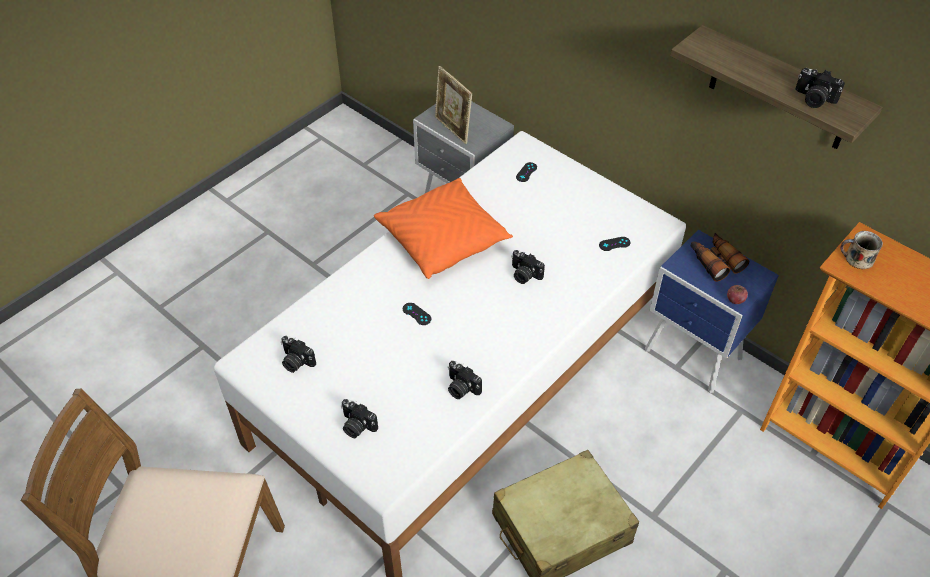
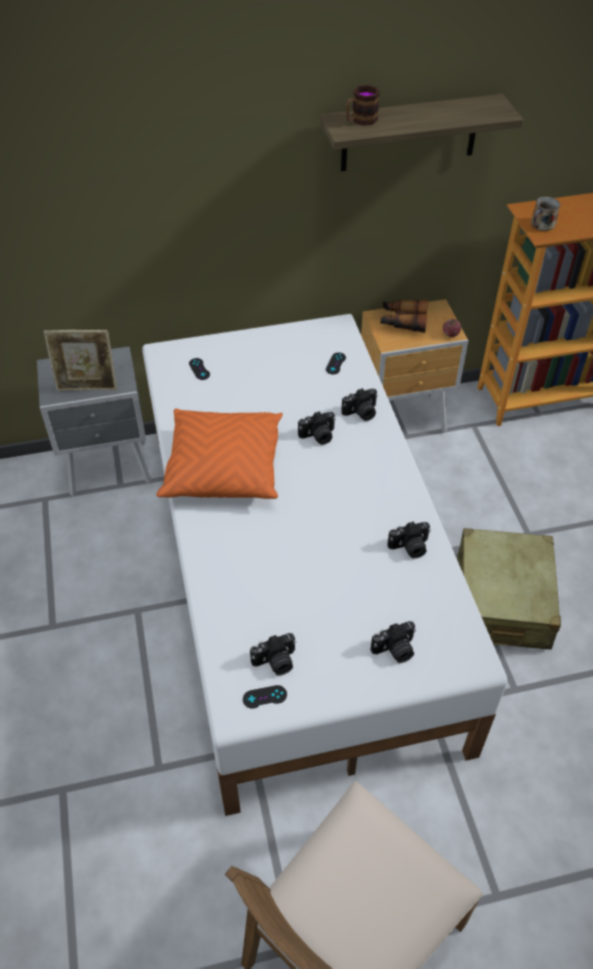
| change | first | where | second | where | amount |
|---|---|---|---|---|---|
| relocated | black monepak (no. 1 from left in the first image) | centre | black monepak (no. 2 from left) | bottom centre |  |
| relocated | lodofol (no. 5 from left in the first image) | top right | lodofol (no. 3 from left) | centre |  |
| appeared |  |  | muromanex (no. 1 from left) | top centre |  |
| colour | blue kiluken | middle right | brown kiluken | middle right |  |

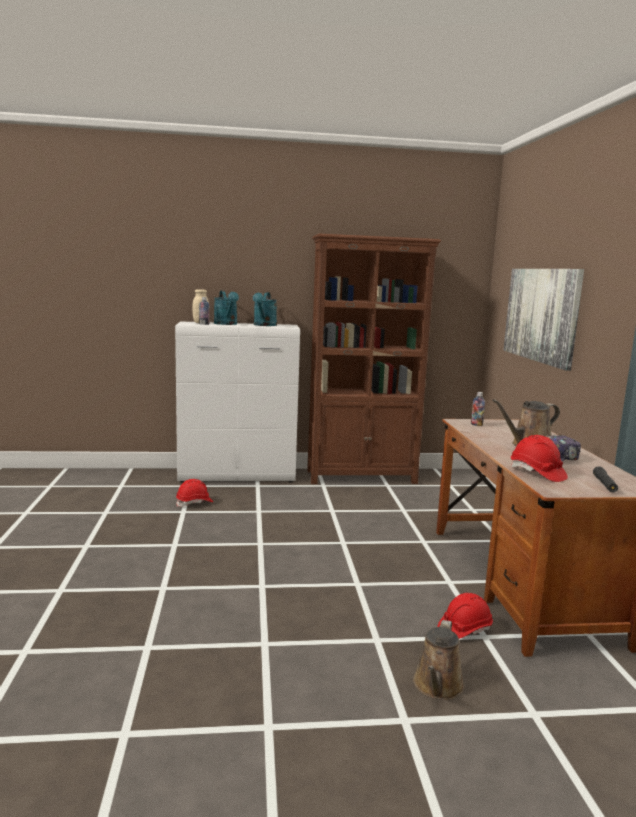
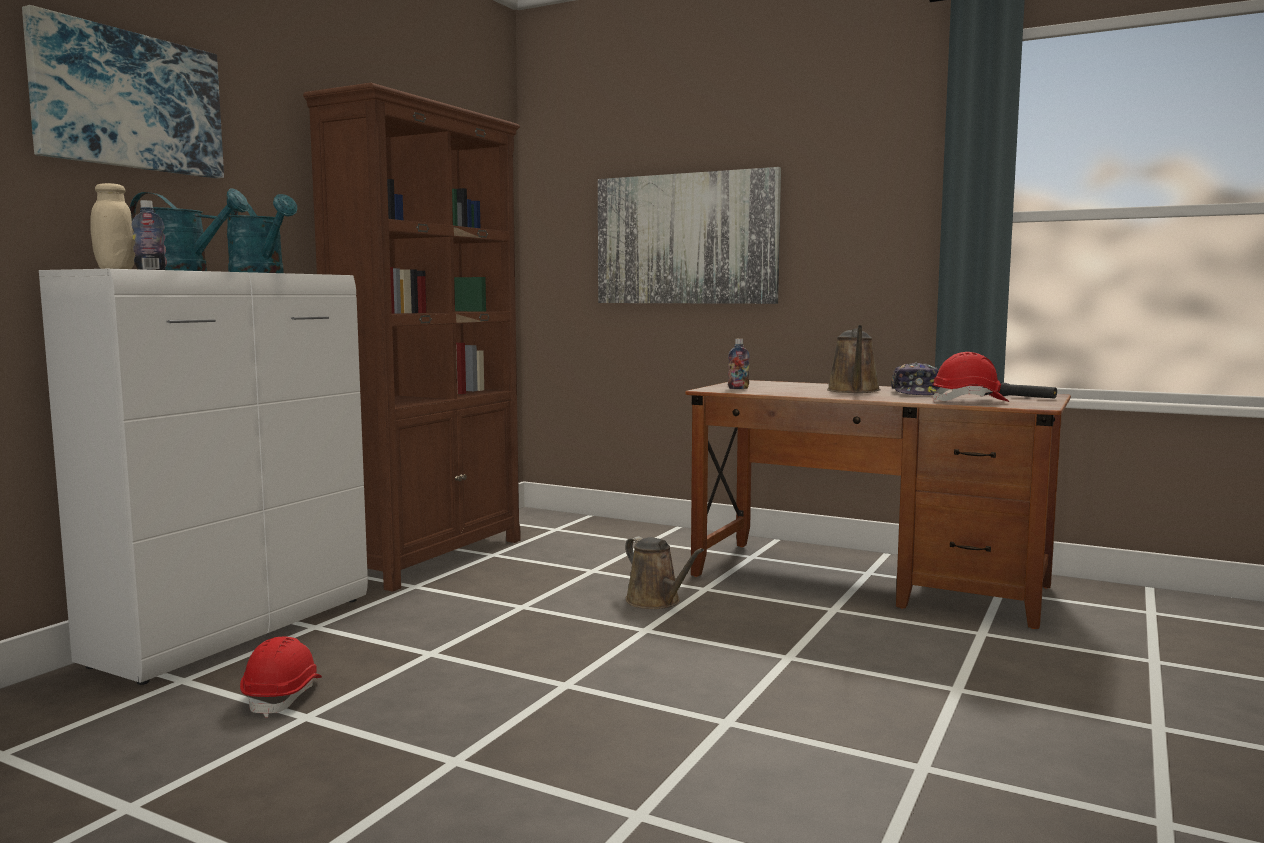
| change | first | where | second | where | amount |
|---|---|---|---|---|---|
| appeared |  |  | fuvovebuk (no. 1 from left) | top left |  |
| relocated | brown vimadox (no. 1 from left) | bottom right |  | bottom centre |  |
| missing | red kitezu (no. 2 from left) | bottom right |  |  |  |

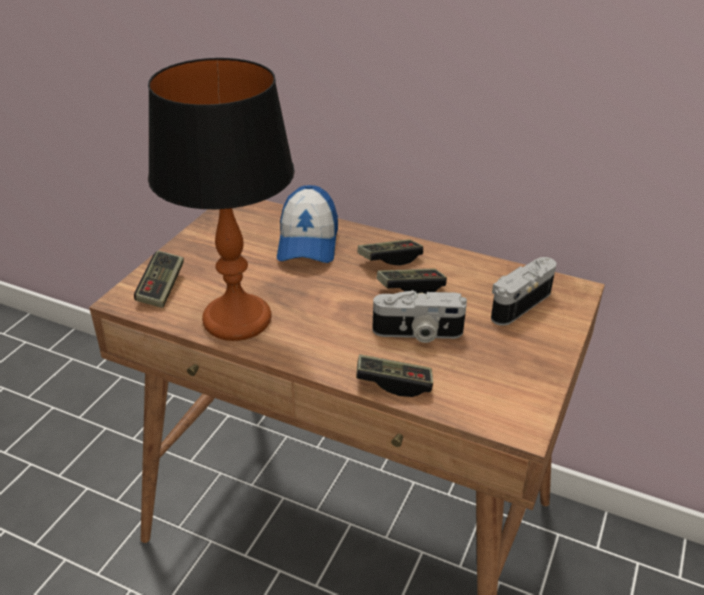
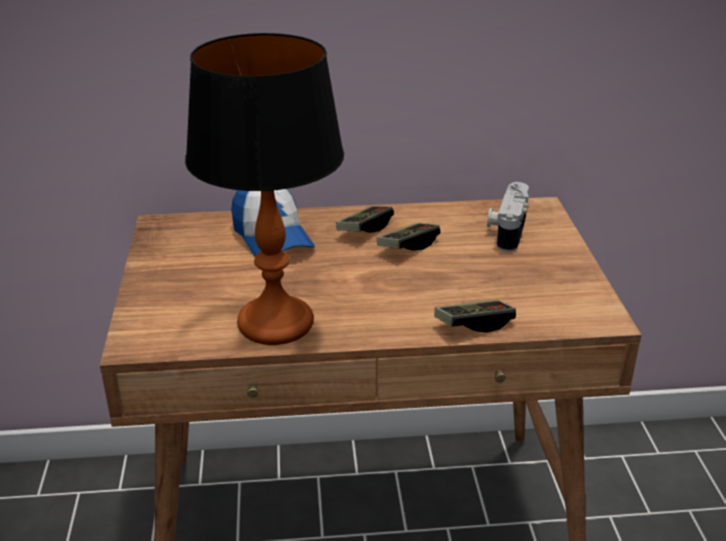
| change | first | where | second | where | amount |
|---|---|---|---|---|---|
| missing | monepak (no. 1 from left) | middle left |  |  |  |
| missing | lodofol (no. 1 from left) | centre |  |  |  |

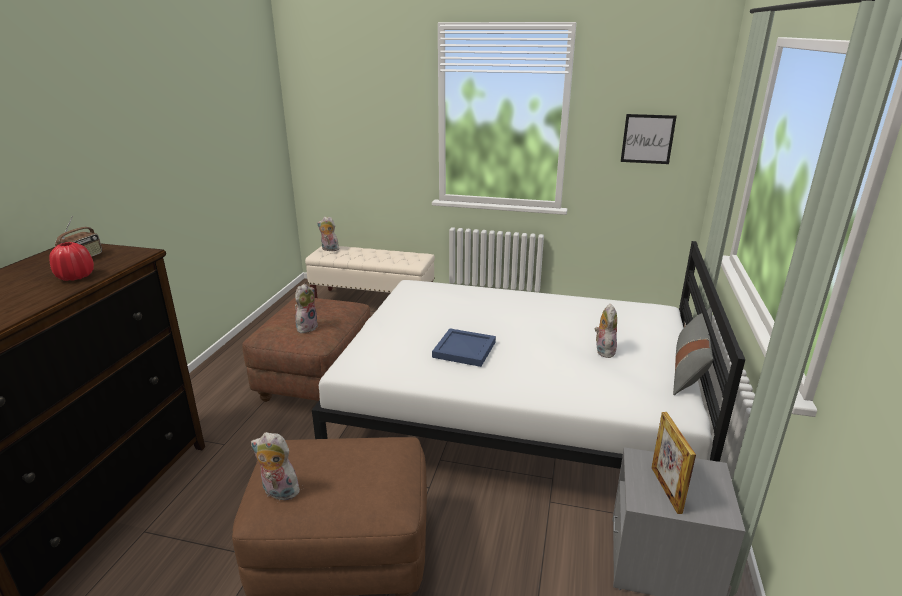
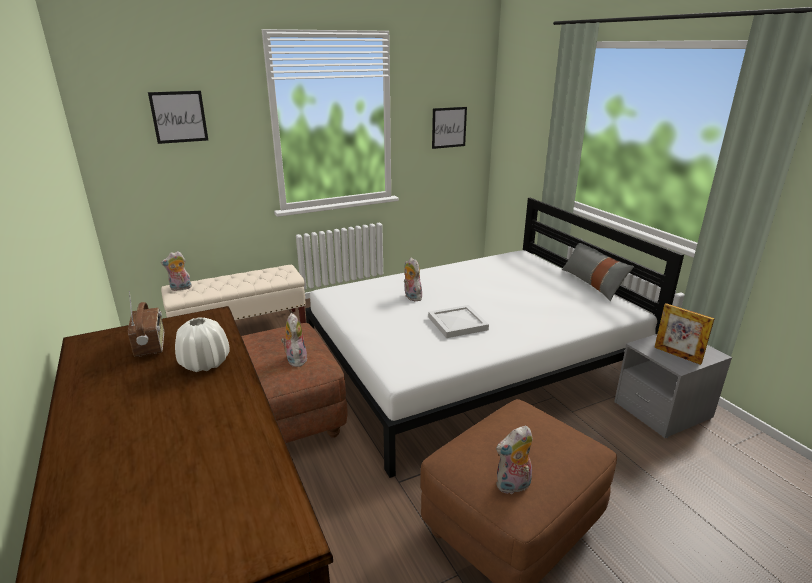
| change | first | where | second | where | amount |
|---|---|---|---|---|---|
| appeared |  |  | fuvovebuk (no. 1 from left) | top left |  |
| colour | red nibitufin | middle left | white nibitufin | middle left |  |
| relocated | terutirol (no. 4 from left in the first image) | middle right | terutirol (no. 3 from left) | centre |  |
| colour | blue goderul | centre | white goderul | centre |  |

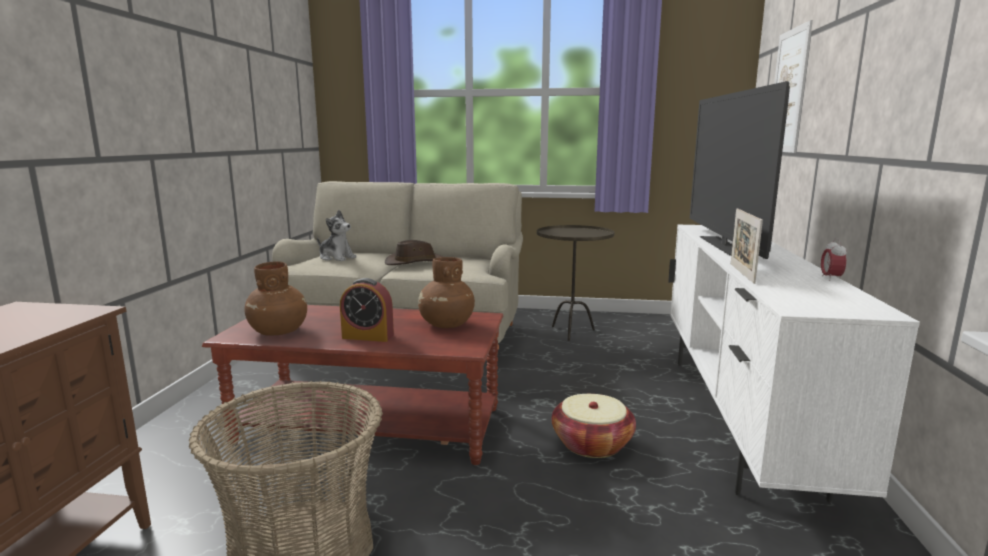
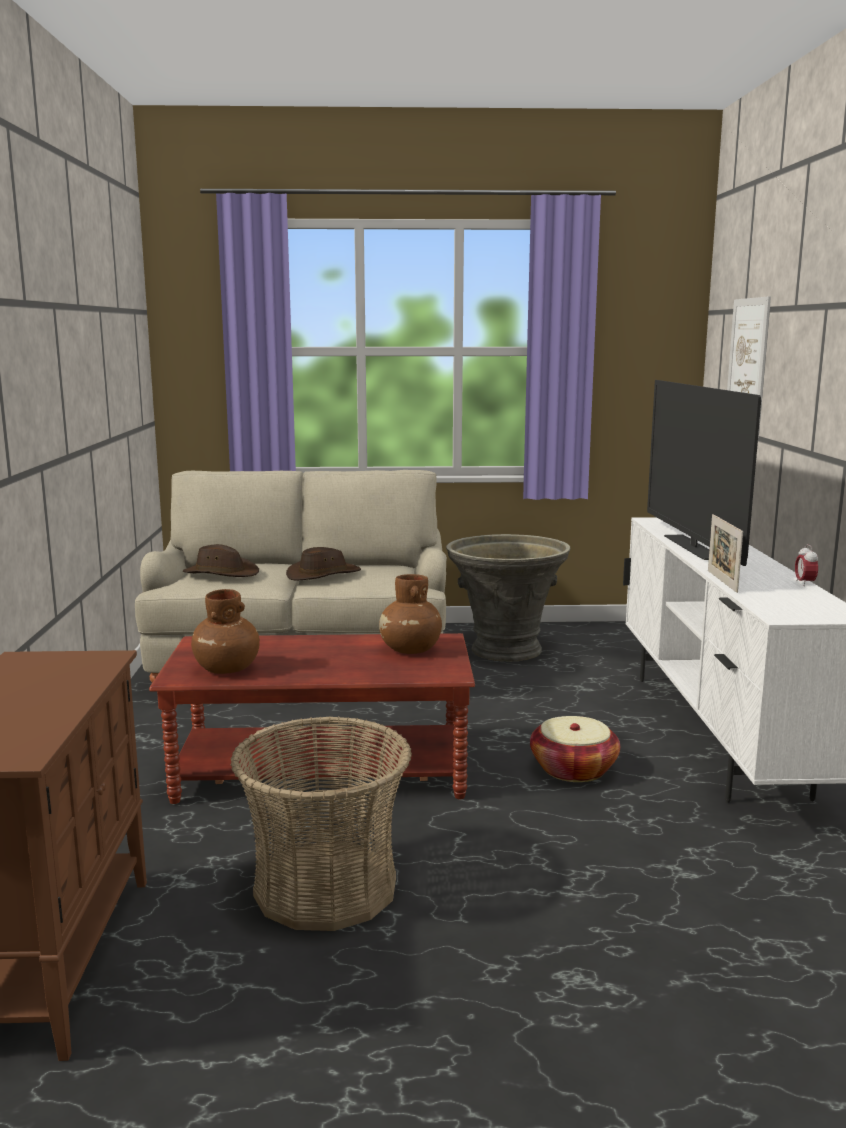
| change | first | where | second | where | amount |
|---|---|---|---|---|---|
| exchanged | terutirol | centre | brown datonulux (no. 1 from left) | middle left |  |
| exchanged | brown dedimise | centre | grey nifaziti | centre |  |
| missing | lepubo (no. 1 from left) | centre |  |  |  |

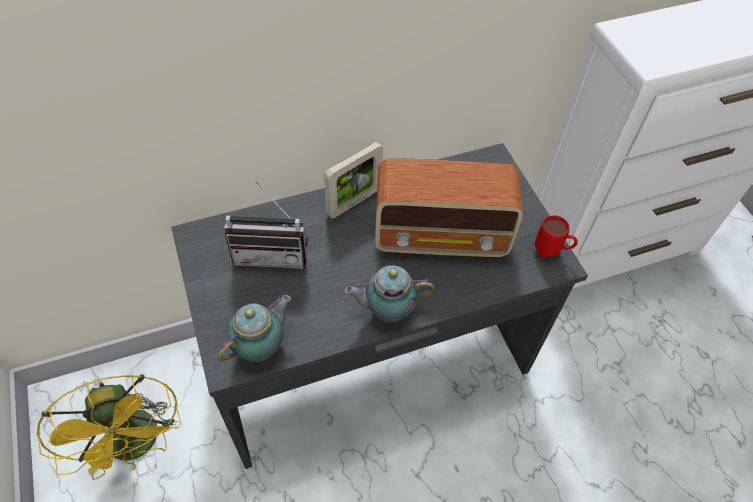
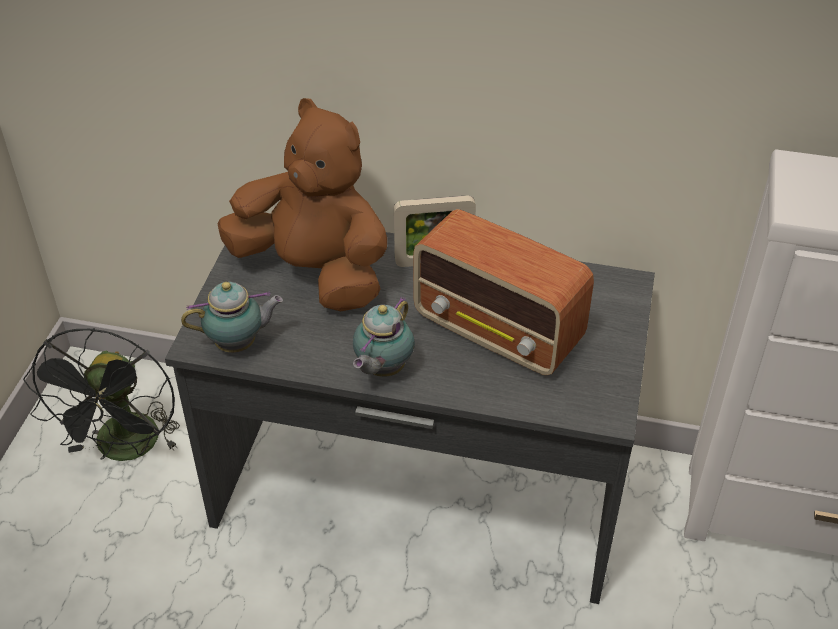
| change | first | where | second | where | amount |
|---|---|---|---|---|---|
| colour | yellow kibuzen | bottom left | black kibuzen | middle left |  |
| exchanged | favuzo (no. 1 from left) | centre | brown terutirol | top centre |  |
| spun | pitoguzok (no. 2 from left) | centre |  | centre | 90 degrees counterclockwise |
| missing | red muromanex | middle right |  |  |  |

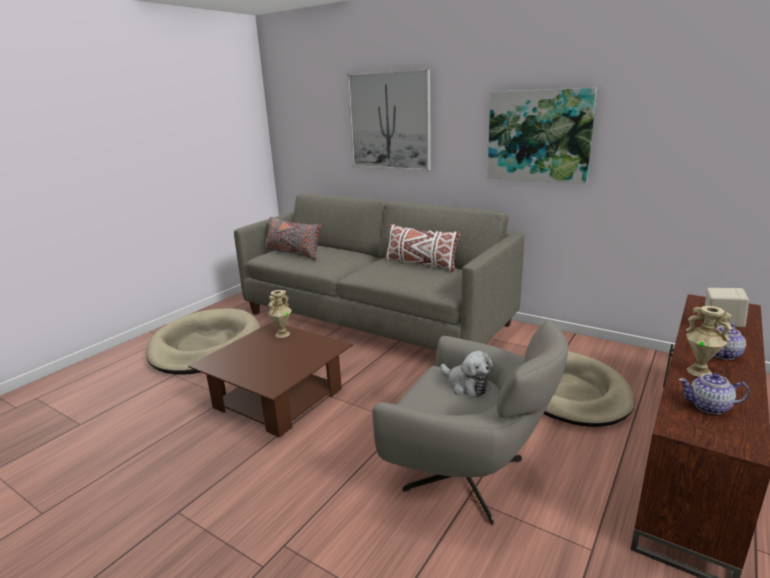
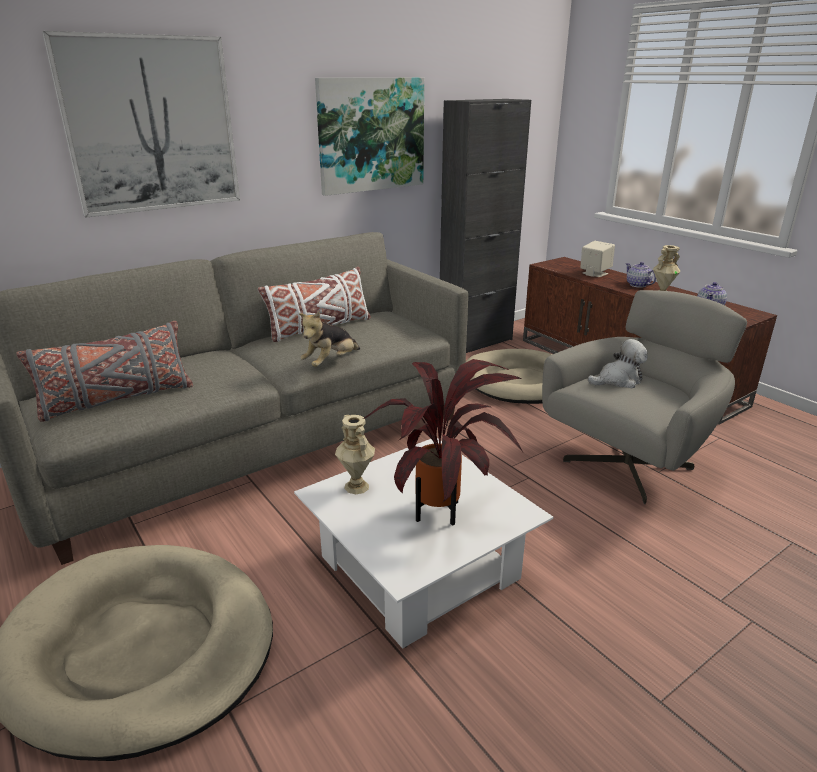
| change | first | where | second | where | amount |
|---|---|---|---|---|---|
| colour | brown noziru | centre | white noziru | bottom centre |  |
| appeared |  |  | terutirol (no. 1 from left) | centre |  |
| appeared |  |  | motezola | centre |  |
| appeared |  |  | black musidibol | top centre |  |

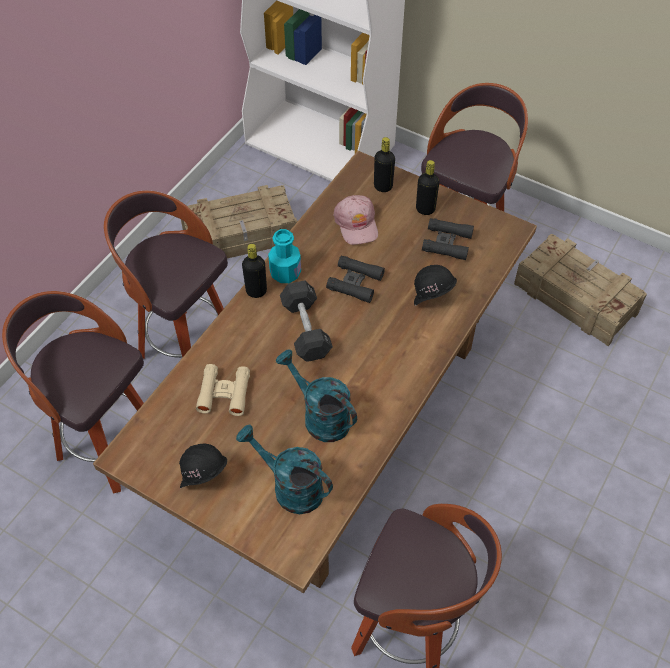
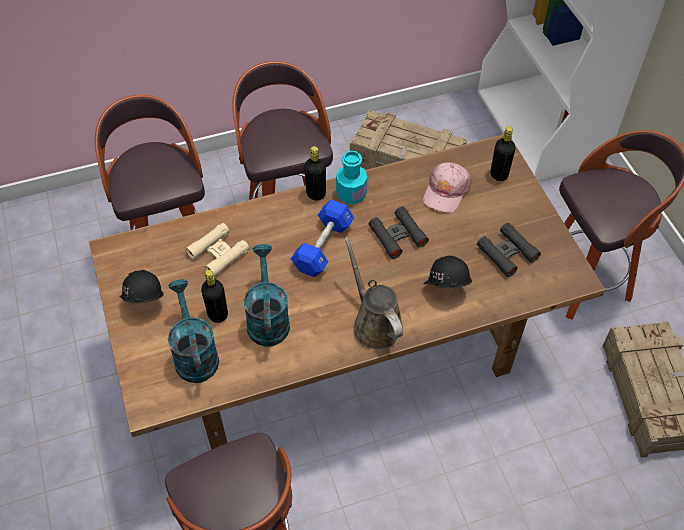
| change | first | where | second | where | amount |
|---|---|---|---|---|---|
| relocated | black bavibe (no. 3 from left in the first image) | top centre | black bavibe (no. 1 from left) | middle left |  |
| colour | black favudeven | centre | blue favudeven | centre |  |
| appeared |  |  | brown vimadox | centre |  |

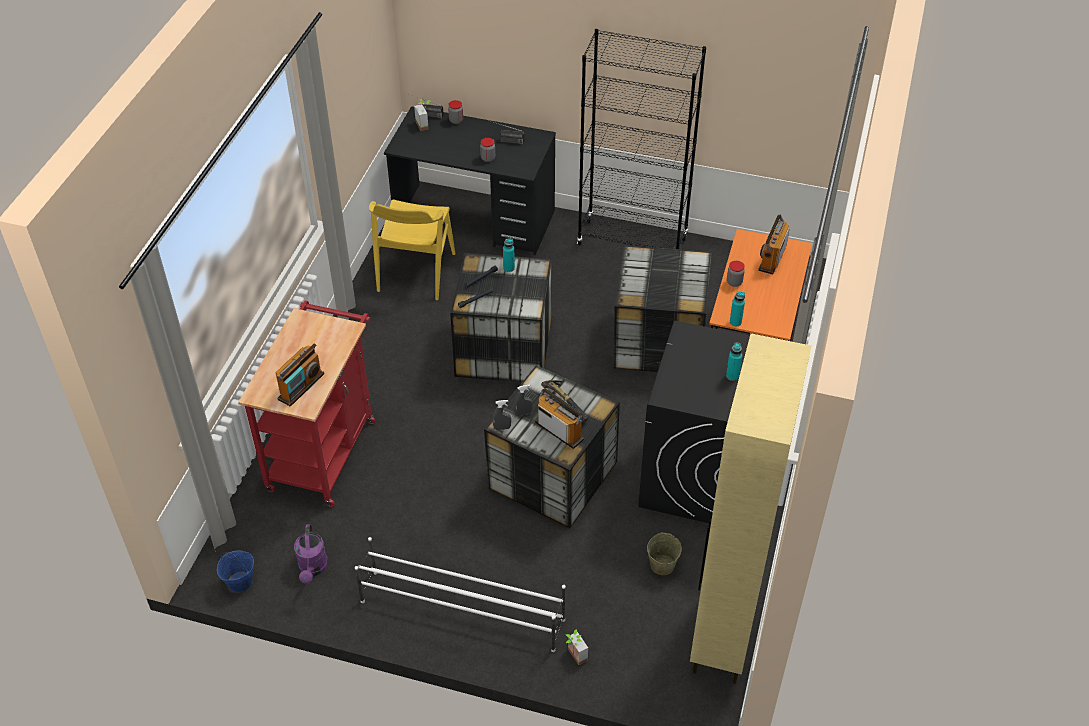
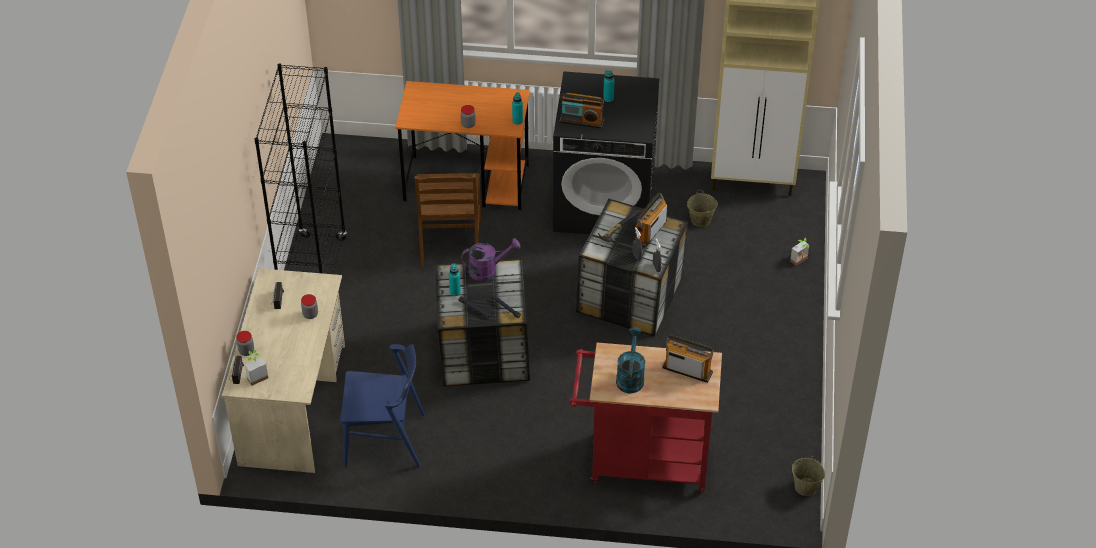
| change | first | where | second | where | amount |
|---|---|---|---|---|---|
| colour | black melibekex | top centre | beige melibekex | bottom left |  |
| colour | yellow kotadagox | centre | blue kotadagox | bottom centre |  |
| exchanged | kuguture (no. 3 from left) | centre | brown kotadagox | centre |  |
| relocated | purple vimadox | bottom left |  | centre |  |
| relocated | favuzo (no. 5 from left in the first image) | middle right | favuzo (no. 3 from left) | top centre |  |
| appeared |  |  | turquoise vimadox | centre |  |
| colour | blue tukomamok | bottom left | beige tukomamok (no. 2 from left) | bottom right |  |
| missing | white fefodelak | bottom centre |  |  |  |

